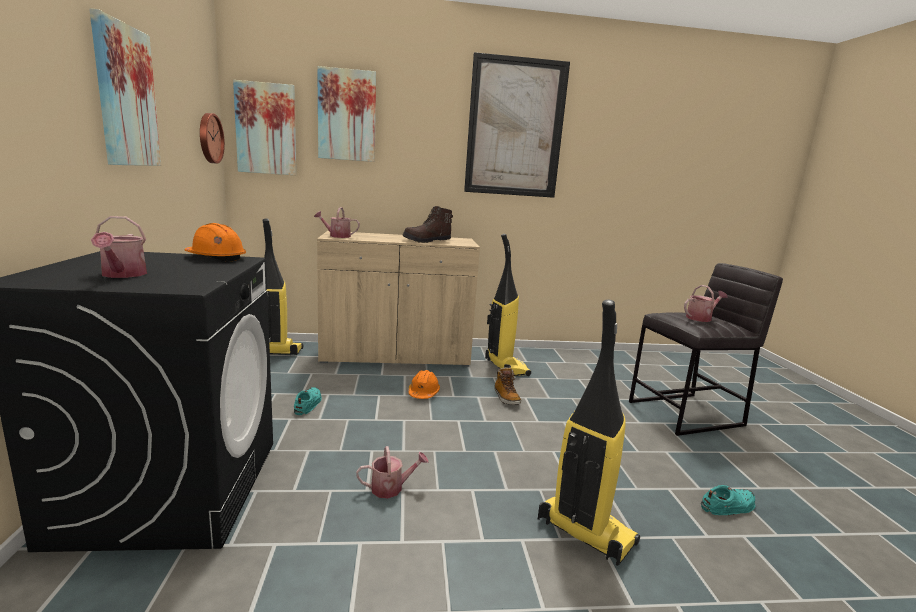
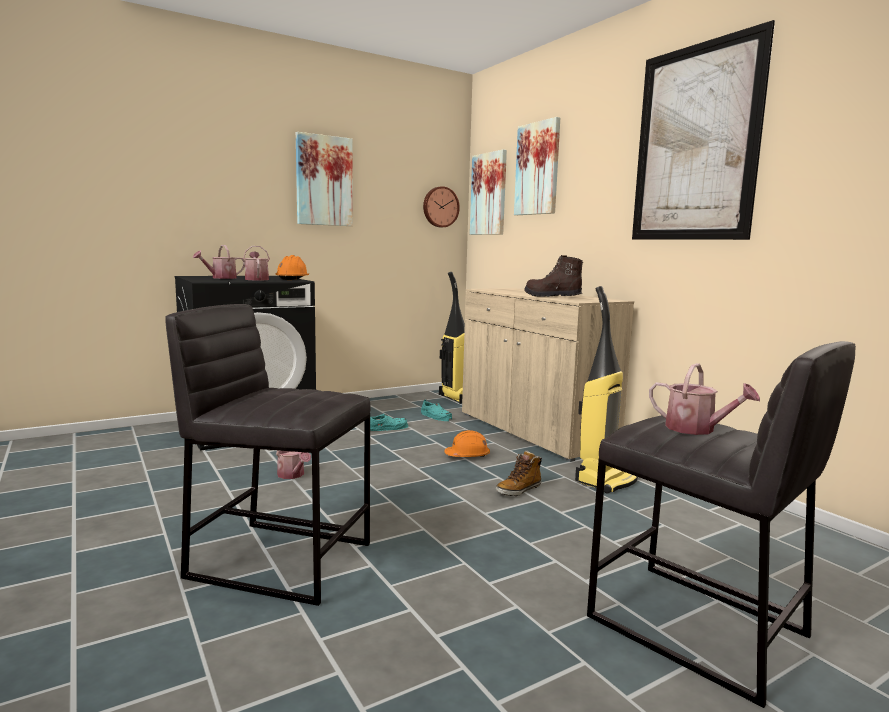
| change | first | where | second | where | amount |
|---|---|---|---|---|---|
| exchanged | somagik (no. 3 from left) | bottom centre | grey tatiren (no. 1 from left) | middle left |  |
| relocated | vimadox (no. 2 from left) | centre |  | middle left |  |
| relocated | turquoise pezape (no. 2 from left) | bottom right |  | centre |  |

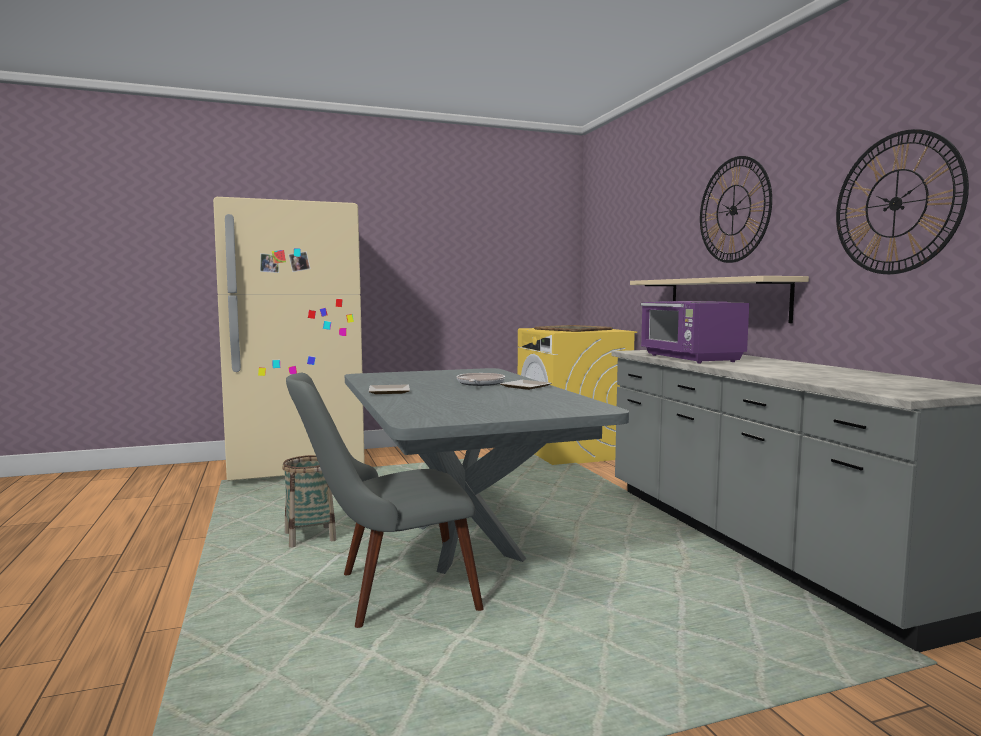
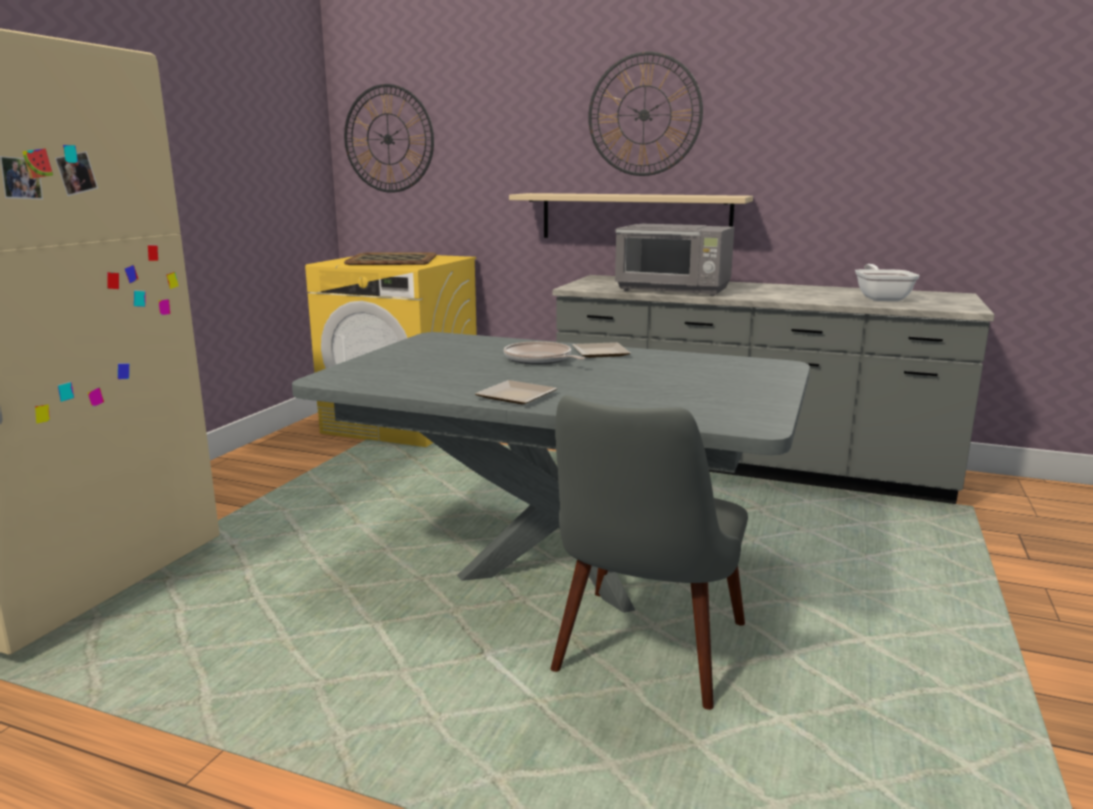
| change | first | where | second | where | amount |
|---|---|---|---|---|---|
| relocated | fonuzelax (no. 2 from left in the first image) | top right | fonuzelax (no. 1 from left) | top centre |  |
| colour | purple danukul | middle right | grey danukul | top centre |  |
| appeared |  |  | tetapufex (no. 2 from left) | middle right |  |
| missing | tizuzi | bottom left |  |  |  |

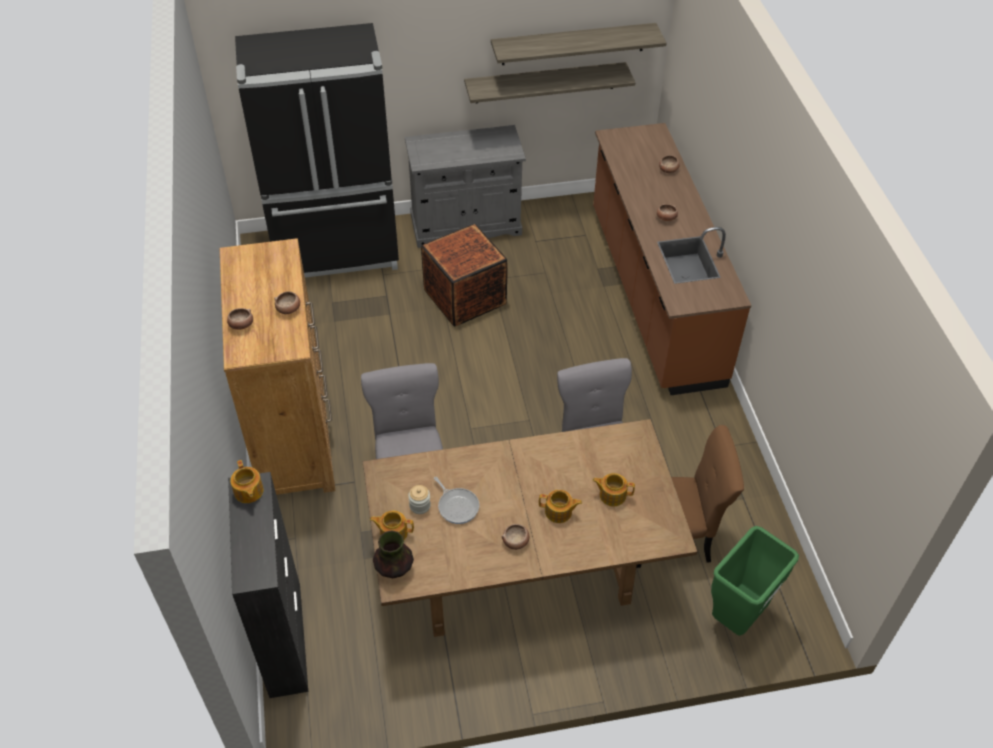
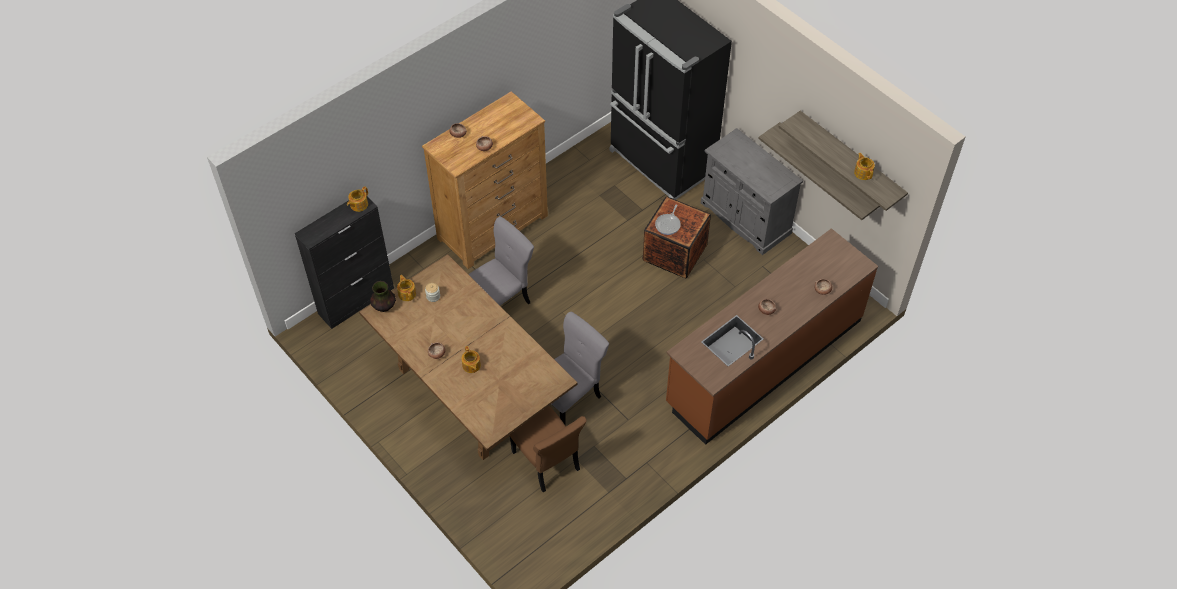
| change | first | where | second | where | amount |
|---|---|---|---|---|---|
| relocated | tetapufex | bottom centre |  | centre |  |
| relocated | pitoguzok (no. 4 from left) | centre |  | top right |  |
| missing | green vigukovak | bottom right |  |  |  |

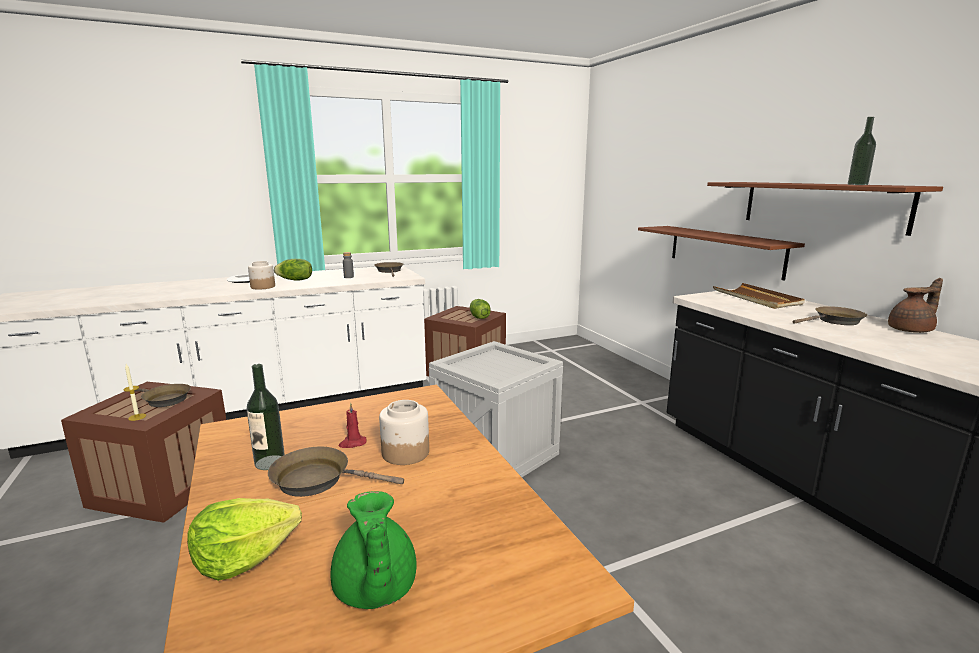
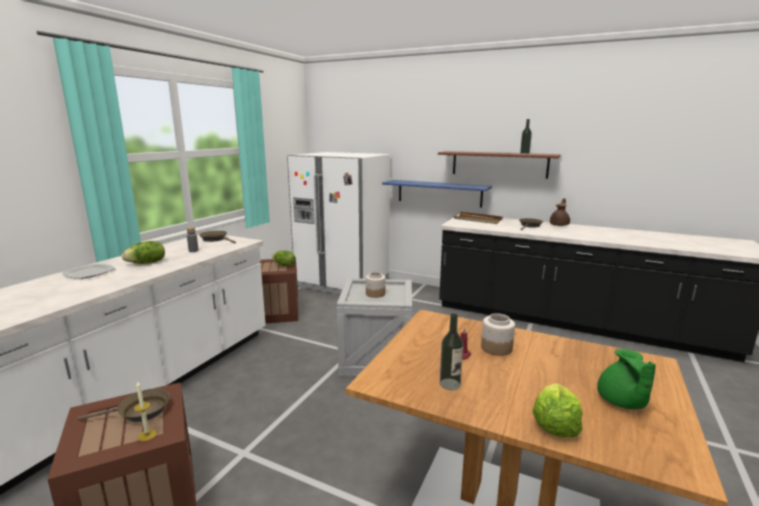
| change | first | where | second | where | amount |
|---|---|---|---|---|---|
| appeared |  |  | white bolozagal | centre |  |
| relocated | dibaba (no. 1 from left) | middle left |  | centre |  |
| colour | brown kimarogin (no. 1 from left) | middle right | blue kimarogin | centre |  |
| spun | green pitoguzok | bottom centre |  | bottom right | 60 degrees clockwise |
| missing | brown tetapufex (no. 2 from left) | bottom centre |  |  |  |

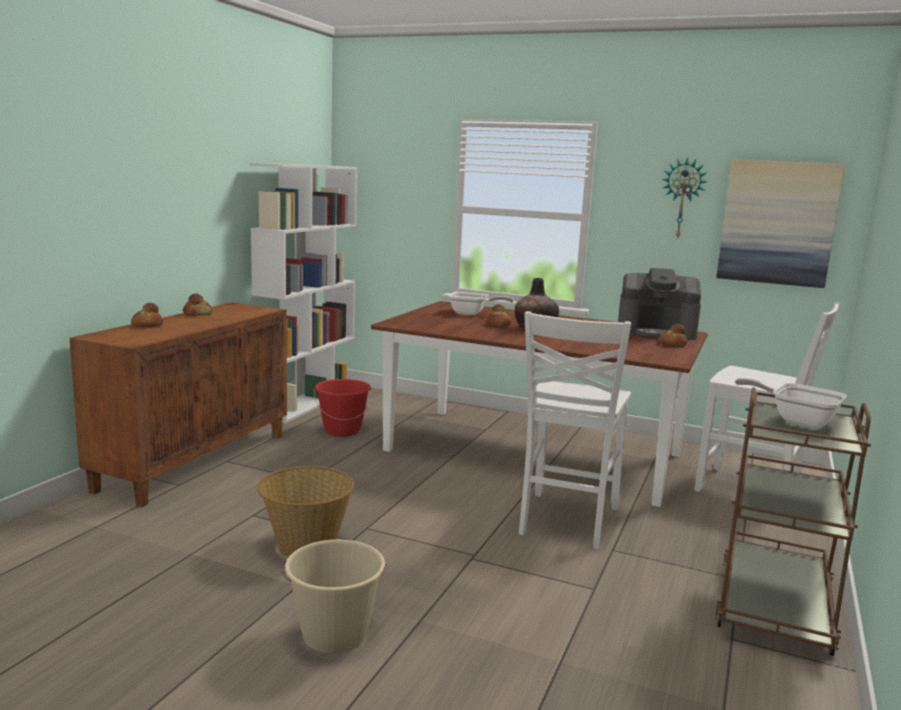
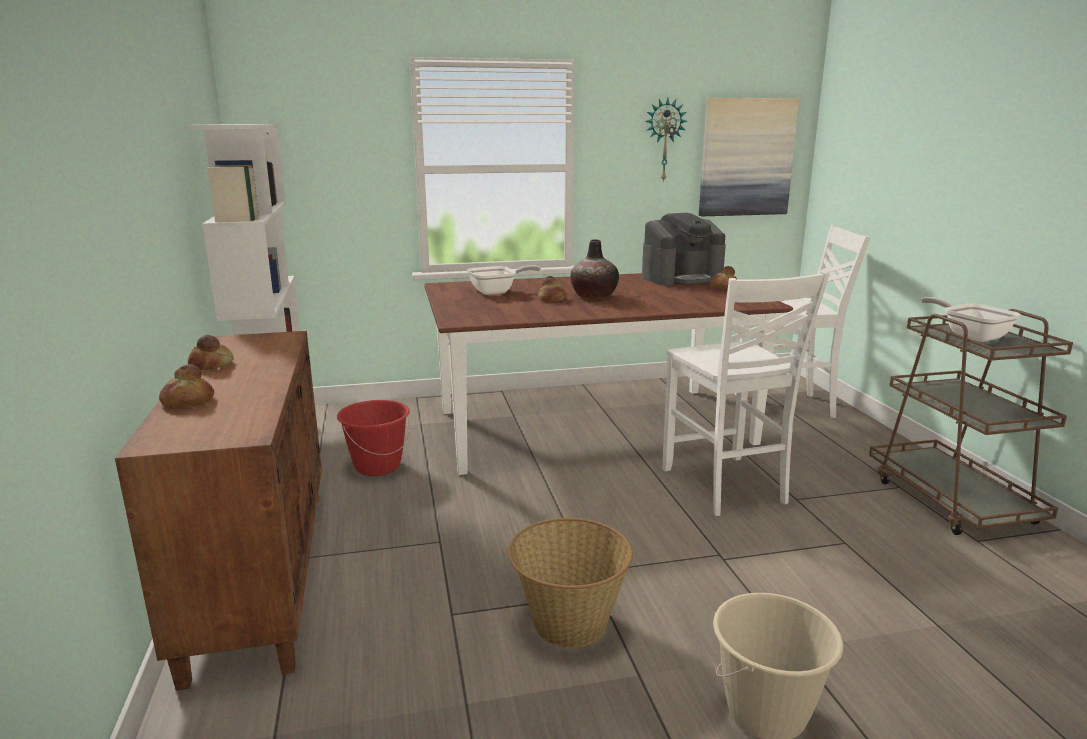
| change | first | where | second | where | amount |
|---|---|---|---|---|---|
| spun | tetapufex (no. 2 from left) | middle right |  | middle right | 60 degrees clockwise |

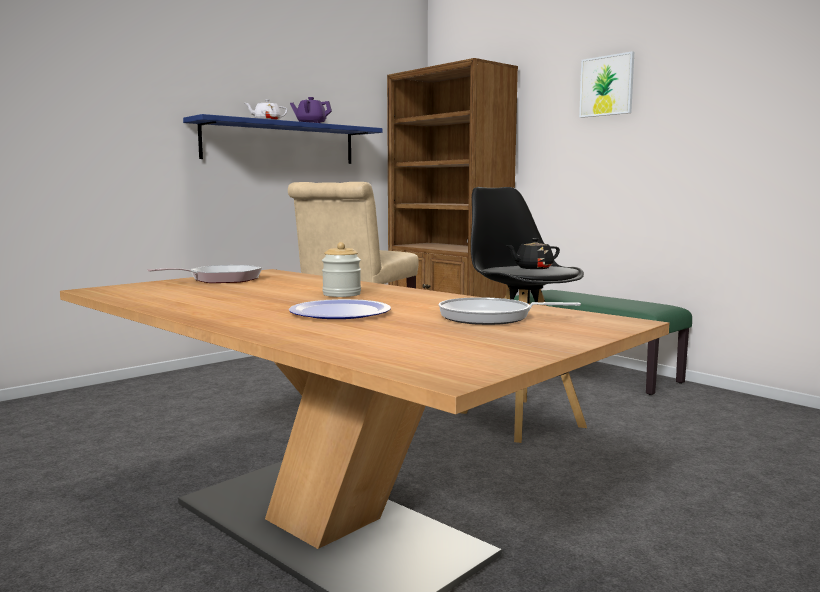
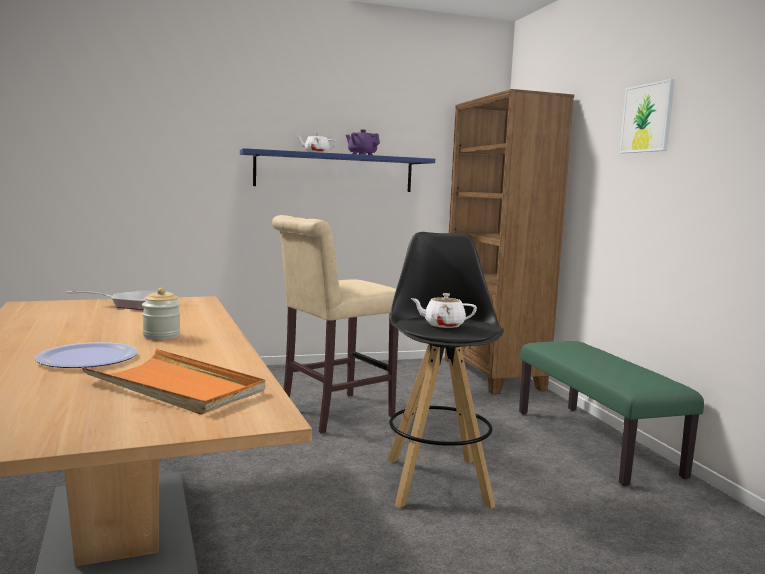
| change | first | where | second | where | amount |
|---|---|---|---|---|---|
| exchanged | tetapufex (no. 2 from left) | centre | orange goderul | middle left |  |
| colour | black pitoguzok | centre | white pitoguzok (no. 2 from left) | centre |  |

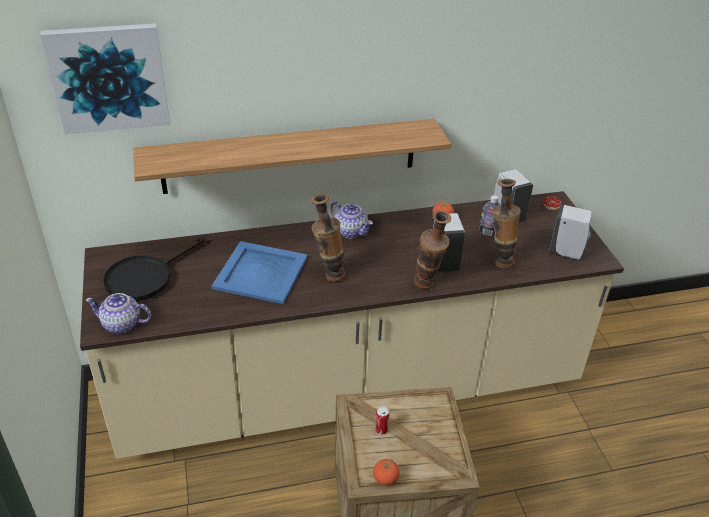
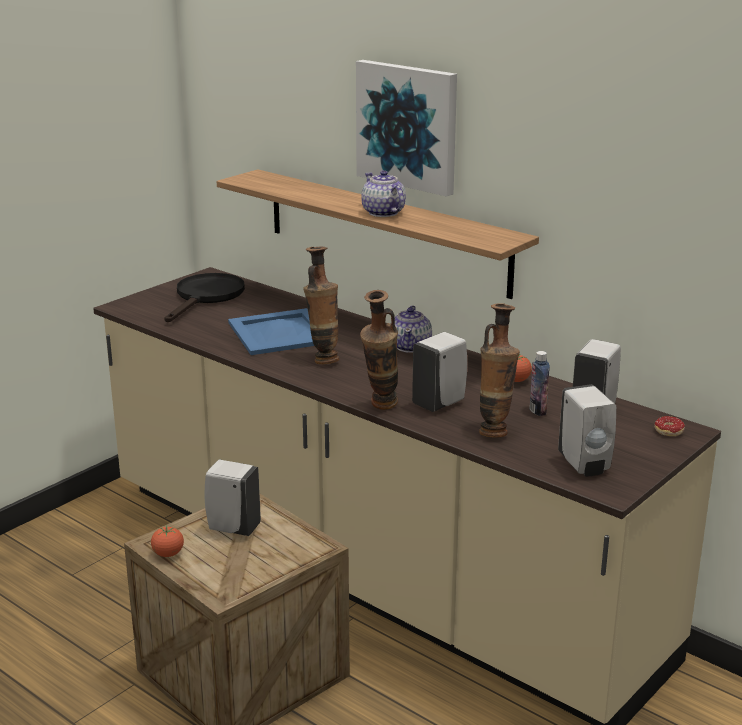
| change | first | where | second | where | amount |
|---|---|---|---|---|---|
| spun | black tetapufex | middle left |  | middle left | 105 degrees clockwise |
| exchanged | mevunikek | bottom centre | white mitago (no. 1 from left) | bottom left |  |
| relocated | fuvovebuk | top left |  | top centre |  |
| relocated | pitoguzok (no. 1 from left) | middle left |  | top centre |  |

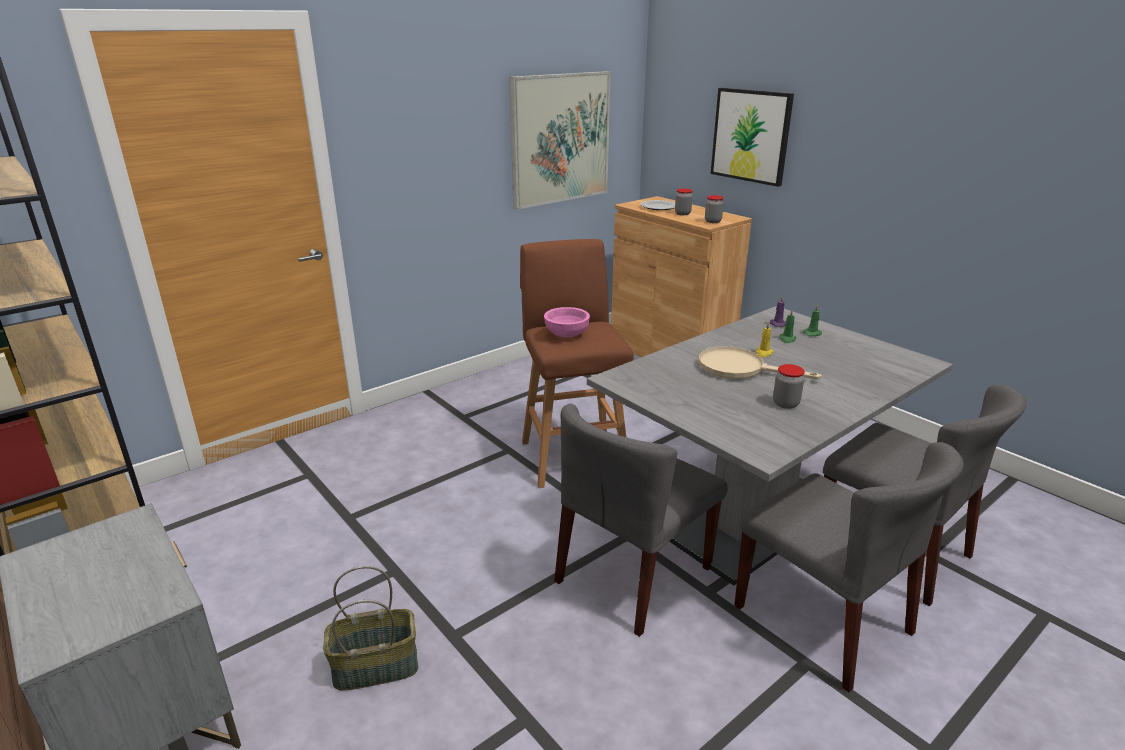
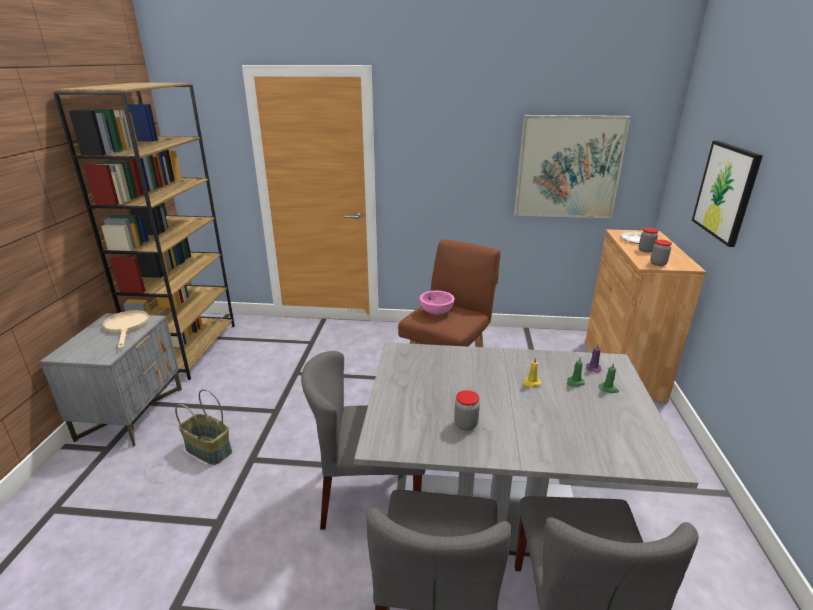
| change | first | where | second | where | amount |
|---|---|---|---|---|---|
| relocated | beige tetapufex | middle right |  | middle left |  |

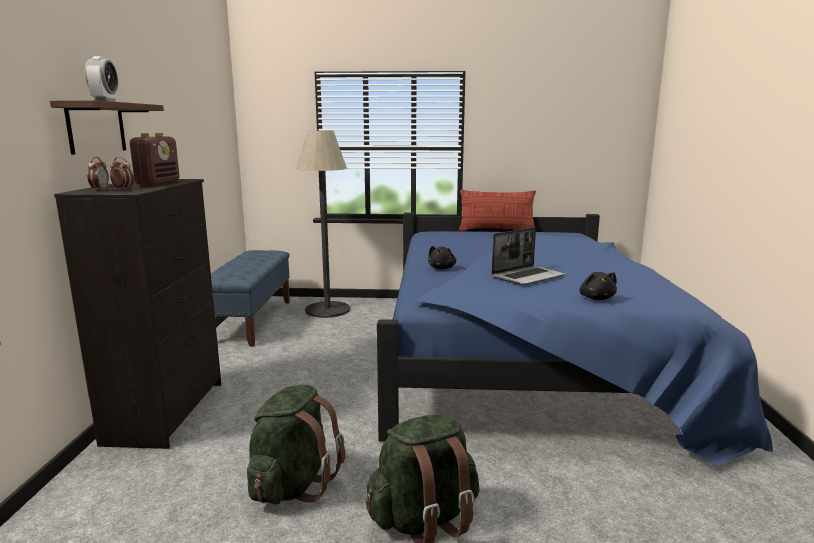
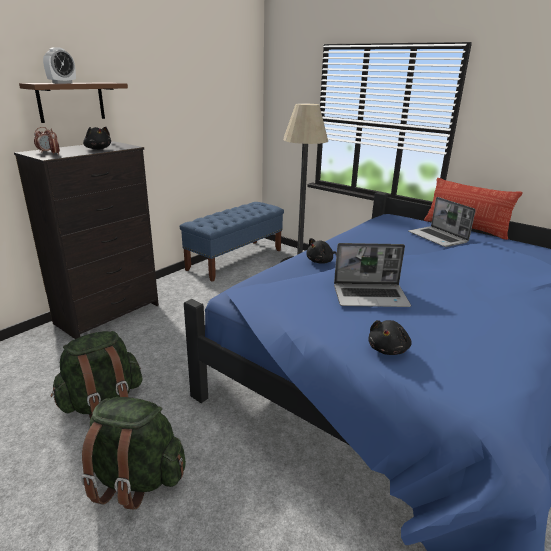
| change | first | where | second | where | amount |
|---|---|---|---|---|---|
| exchanged | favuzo | top left | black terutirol (no. 1 from left) | top left |  |
| appeared |  |  | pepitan (no. 2 from left) | middle right |  |

